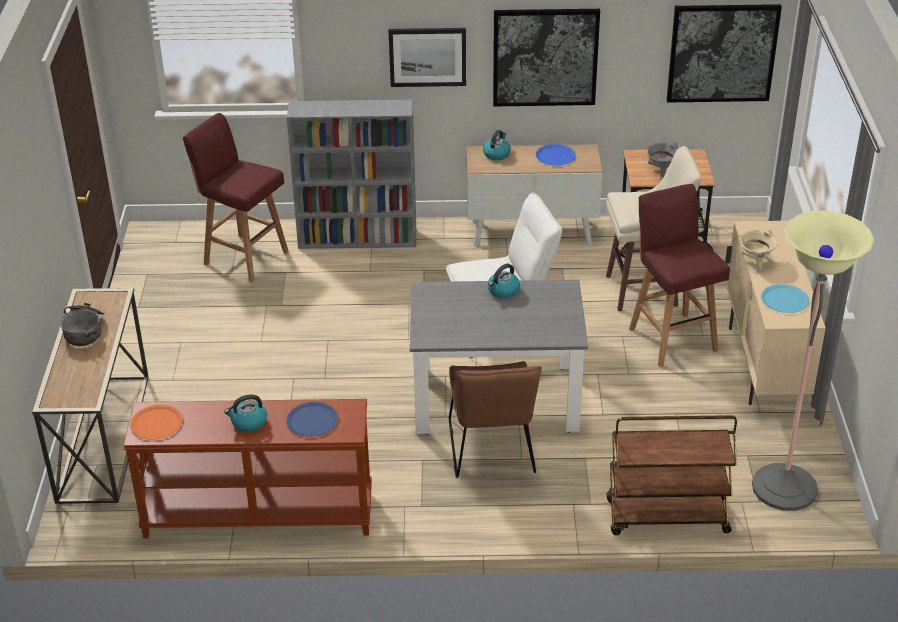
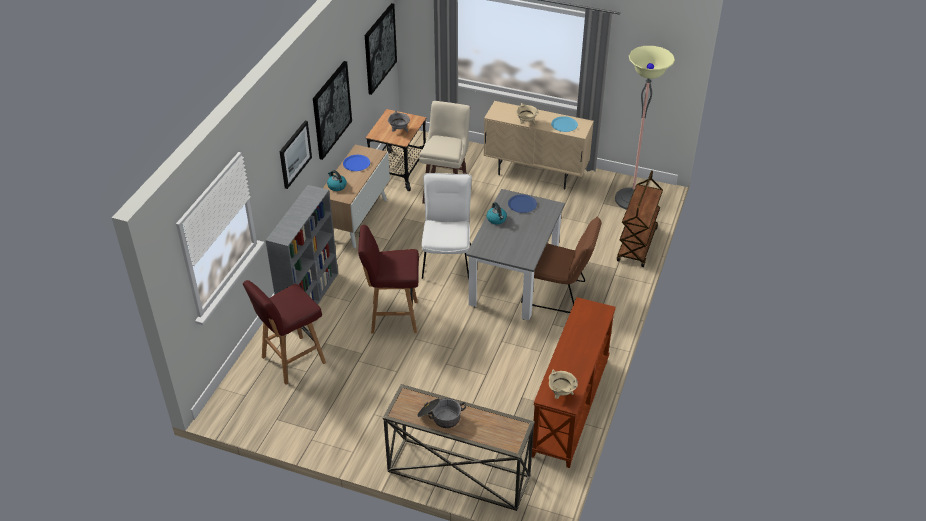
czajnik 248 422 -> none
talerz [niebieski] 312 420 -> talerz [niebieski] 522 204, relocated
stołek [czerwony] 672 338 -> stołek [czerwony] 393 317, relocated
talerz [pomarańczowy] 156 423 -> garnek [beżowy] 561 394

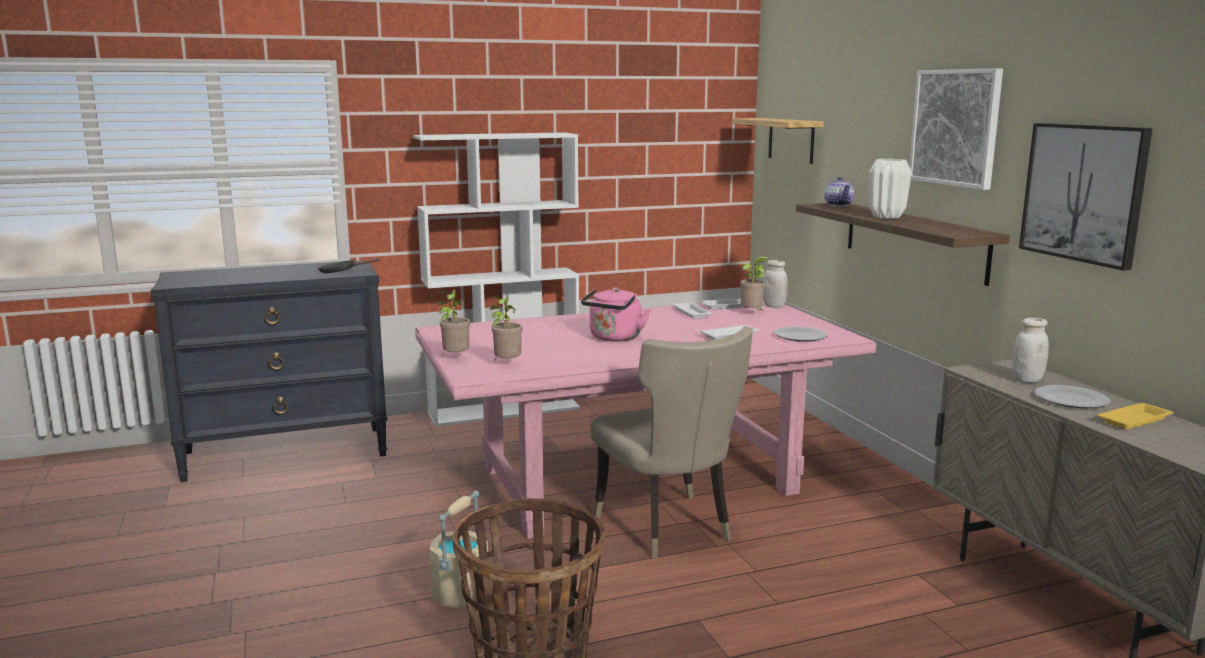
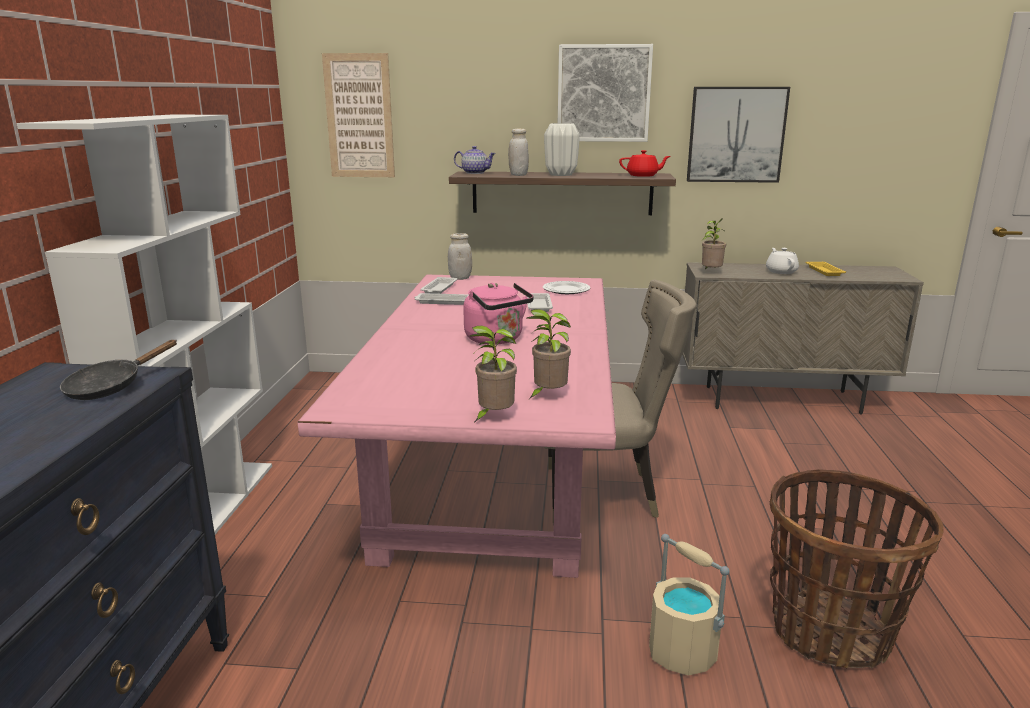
none -> imbryk [czerwony] 643 175
roślina doniczkowa 752 313 -> roślina doniczkowa 711 273, relocated
słoik [biały] 1027 380 -> słoik [biały] 518 175, relocated
półka 791 140 -> obraz 359 116
talerz 1071 399 -> imbryk [biały] 781 271

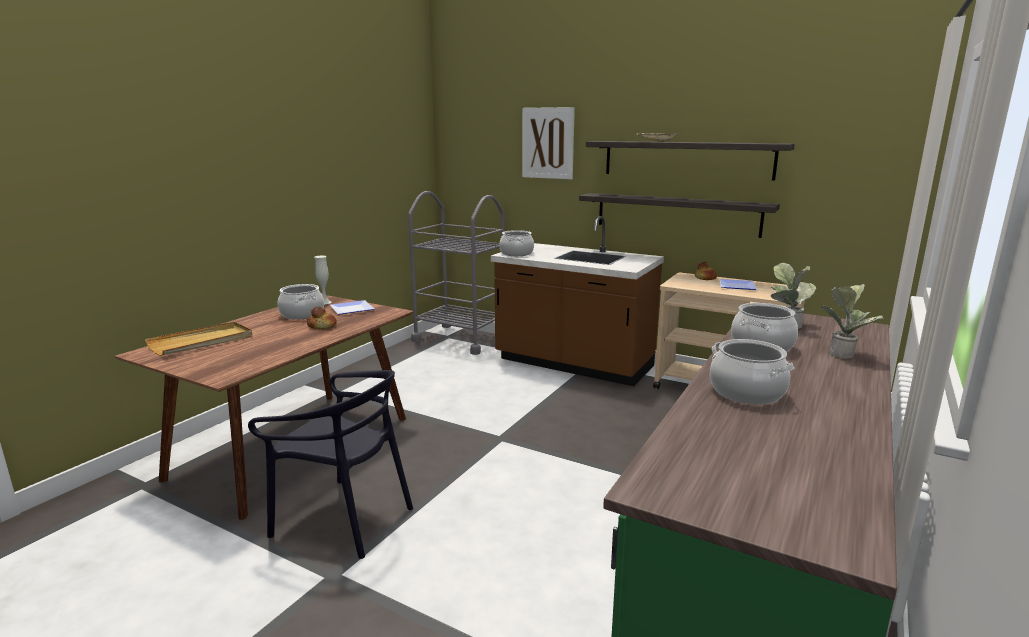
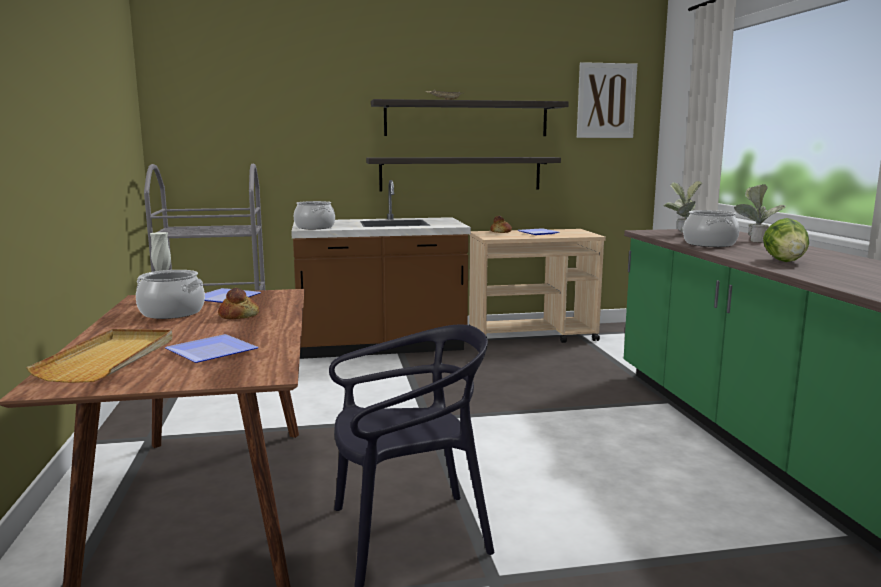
none -> talerz 211 353
obraz 548 143 -> obraz 606 101, relocated
garnek 747 392 -> sałata 784 261

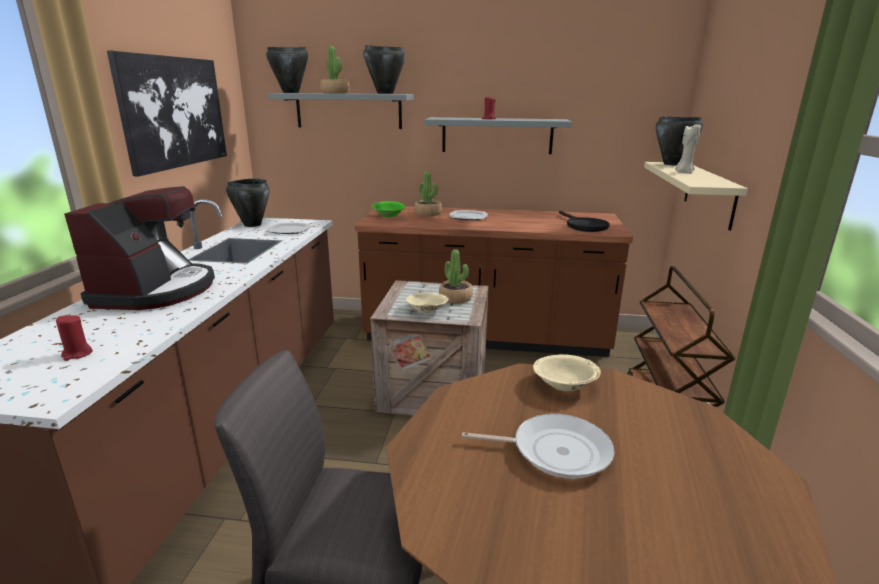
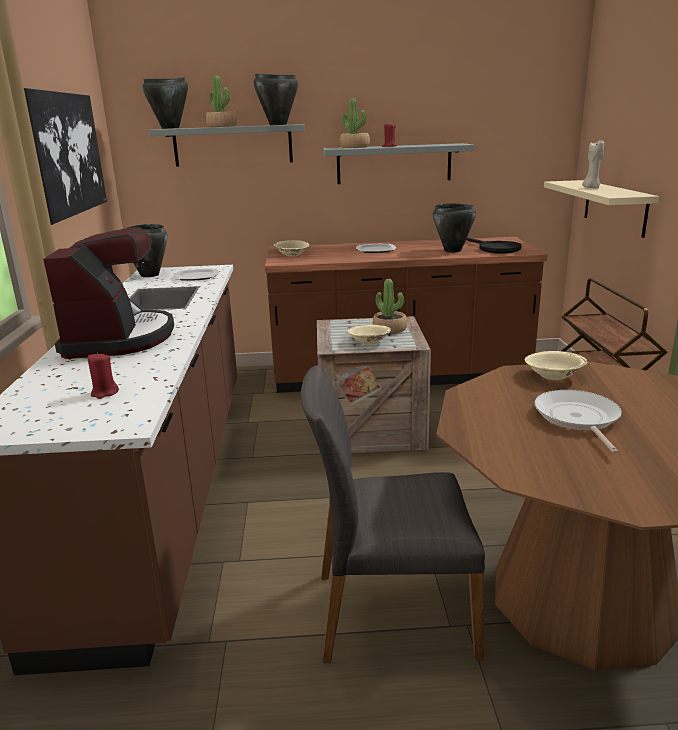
roślina doniczkowa 428 213 -> roślina doniczkowa 354 147, relocated
garnek [czarny] 672 164 -> garnek [czarny] 452 250, relocated
miska [zielony] 388 215 -> miska [beżowy] 292 255
patelnia 555 451 -> patelnia 577 419, 90 degrees counterclockwise

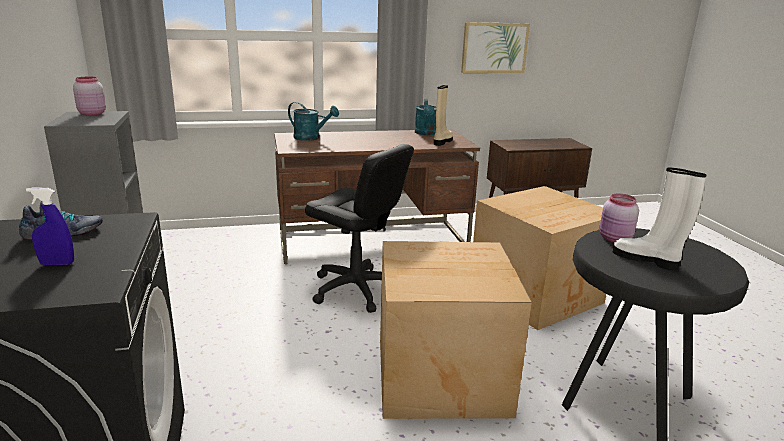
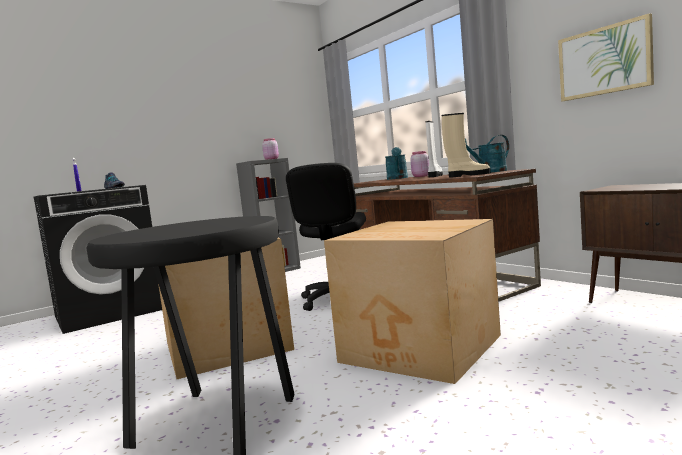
słoik [różowy] 614 239 -> słoik [różowy] 420 176, relocated
but z cholewką [biały] 647 260 -> but z cholewką [biały] 435 176, relocated

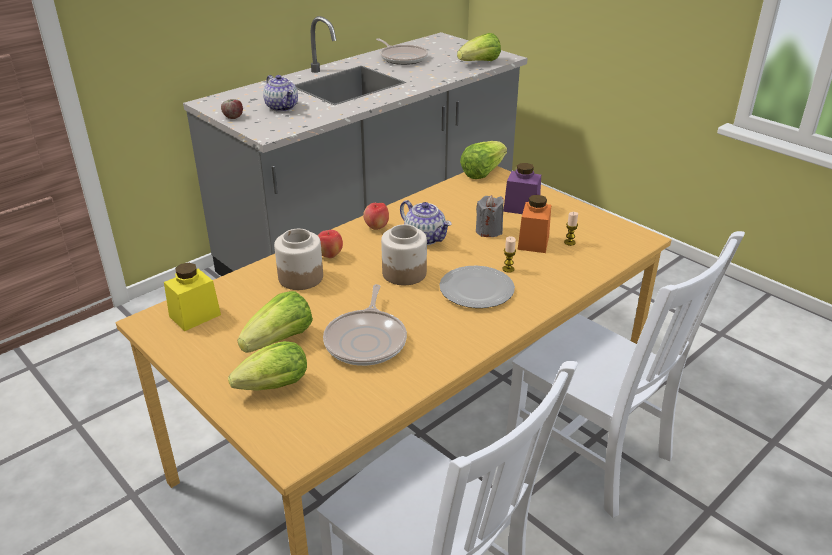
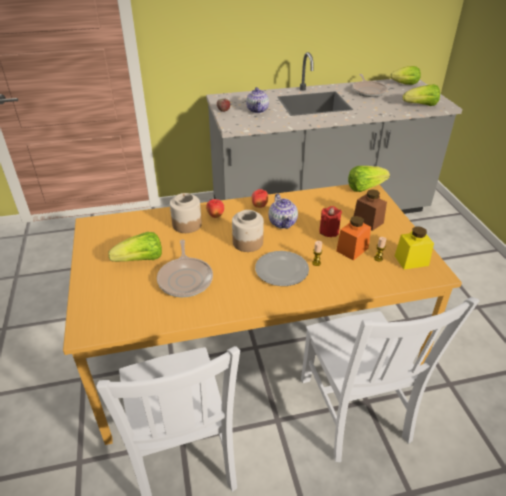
słoik [żółty] 195 315 -> słoik [żółty] 411 260, relocated
sałata 270 388 -> sałata 403 84, relocated
świeca [szary] 489 231 -> świeca [czerwony] 329 231
słoik [fioletowy] 521 208 -> słoik [brązowy] 368 221
patelnia 367 340 -> patelnia 185 278, 45 degrees counterclockwise

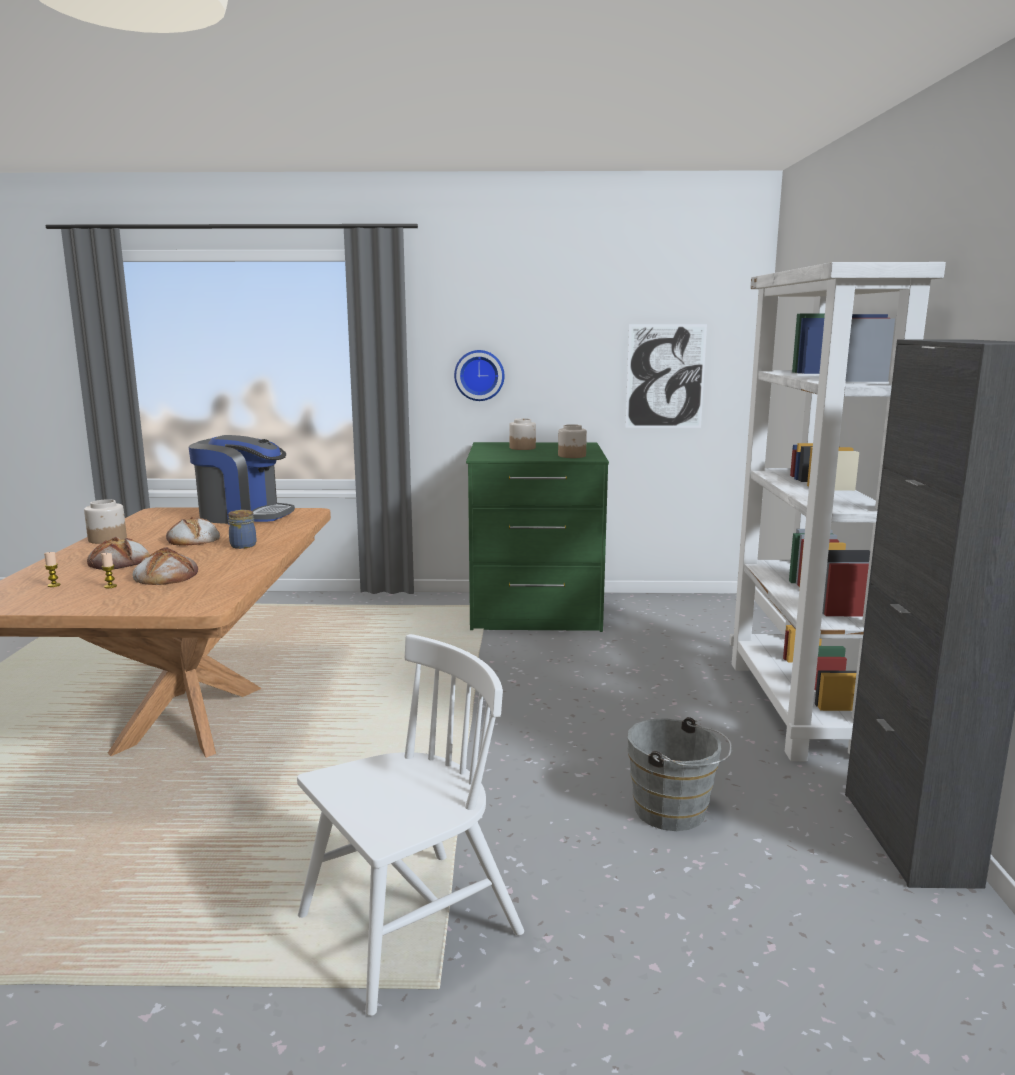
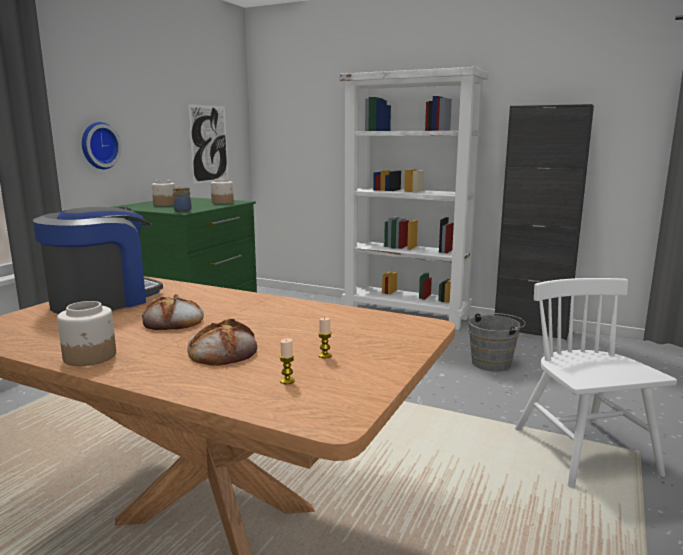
chleb 165 576 -> none
słoik 244 545 -> słoik 182 211, relocated

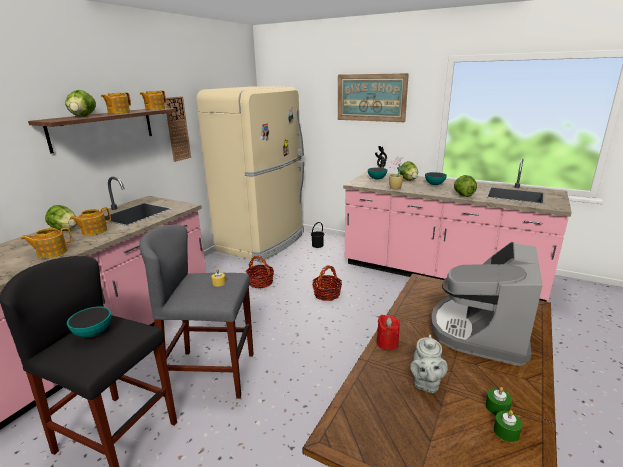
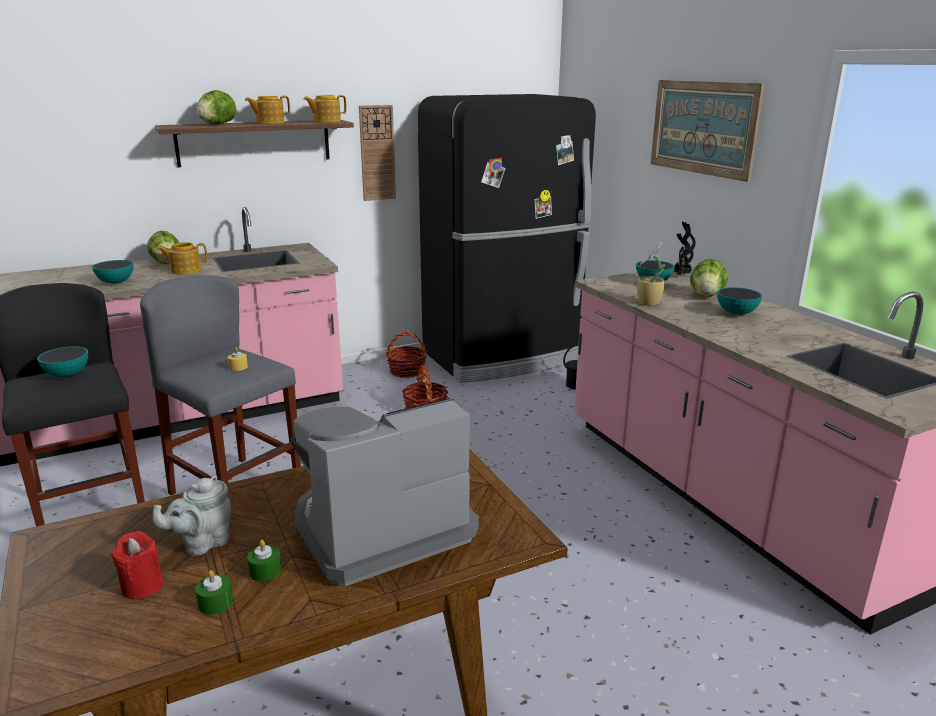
sałata 463 195 -> none
koszyk 327 294 -> koszyk 407 371, relocated
świeca [czerwony] 387 343 -> świeca [czerwony] 142 586, relocated
świeca [zielony] 506 432 -> świeca [zielony] 265 571, relocated
imbryk 52 253 -> miska 116 283
lodówka [beżowy] 263 241 -> lodówka [czarny] 503 356

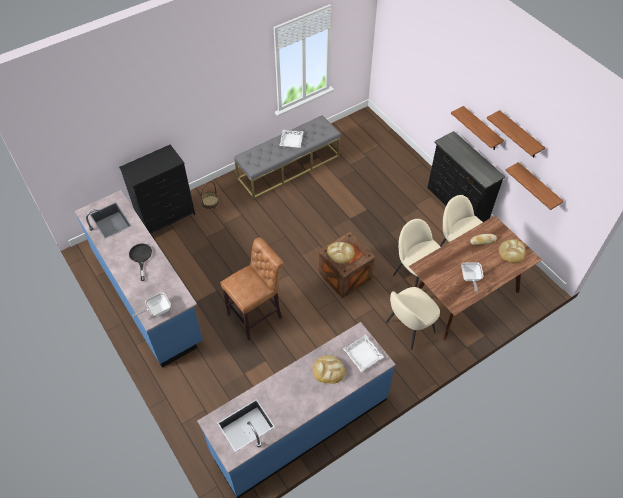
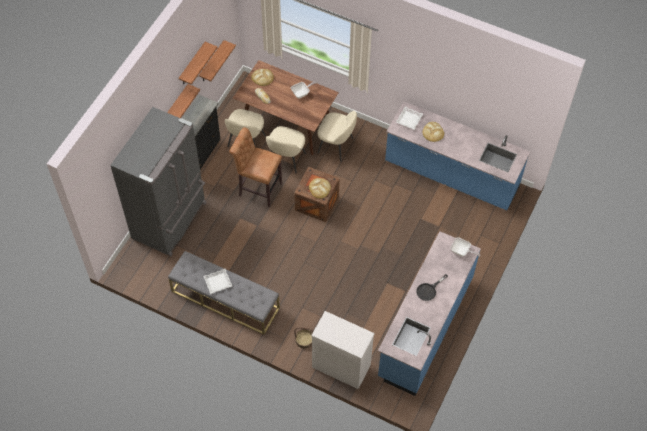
none -> lodówka [szary] 171 221
stołek [brązowy] 257 315 -> stołek [brązowy] 258 188, relocated
komoda [czarny] 166 216 -> komoda [biały] 340 366

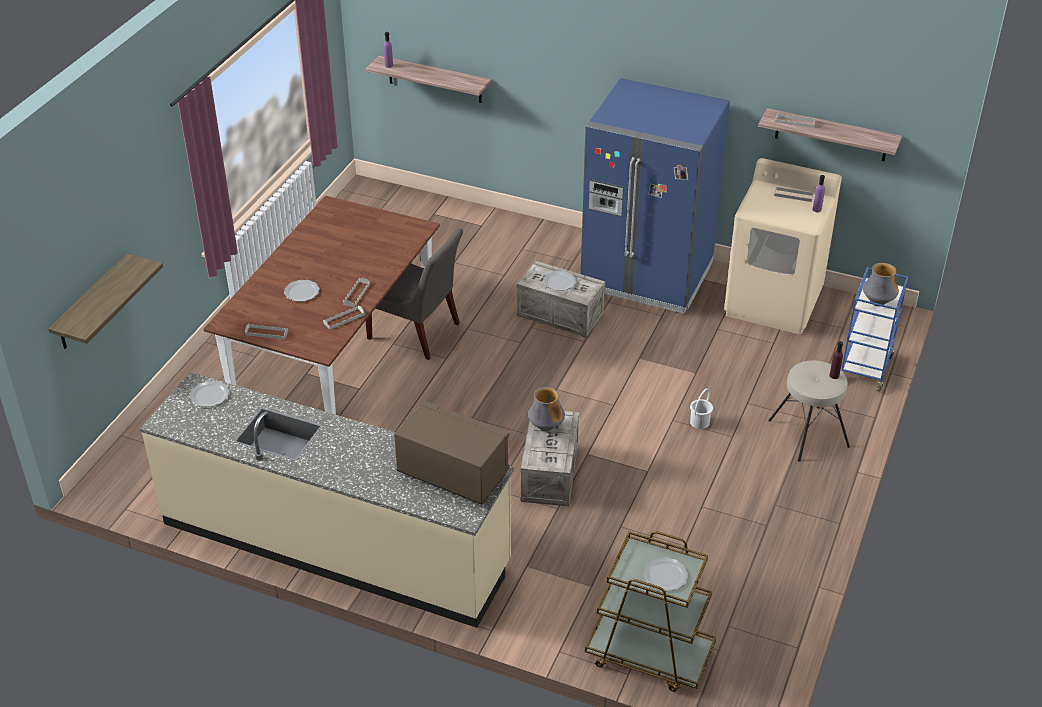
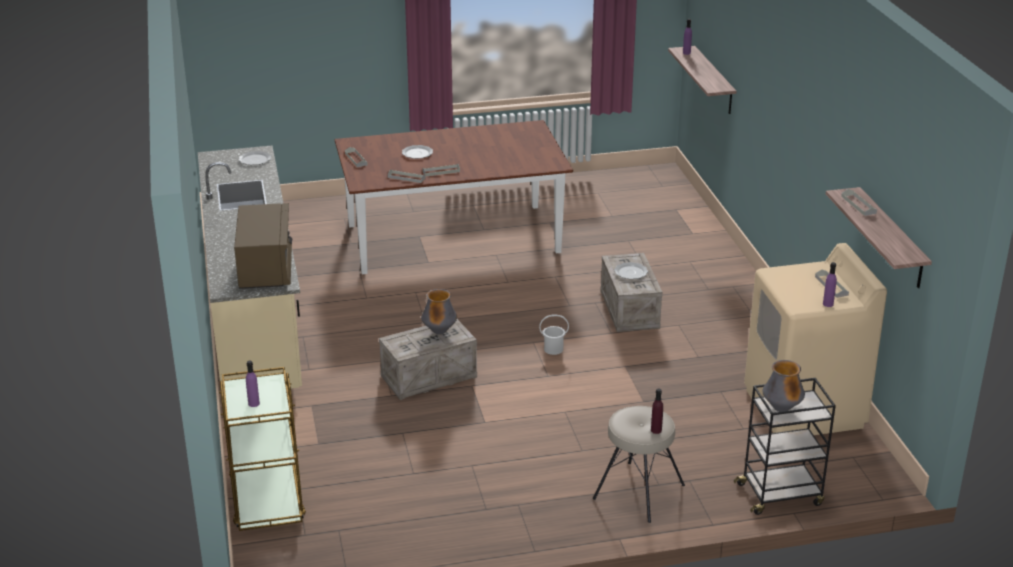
półka 91 303 -> none
krzesło [szary] 417 333 -> none
lodówka [niebieski] 647 276 -> none
wiadro [biały] 700 422 -> wiadro [biały] 553 349, relocated
talerz 665 575 -> butelka [fioletowy] 254 403
wózek [niebieski] 865 367 -> wózek [czarny] 780 494

